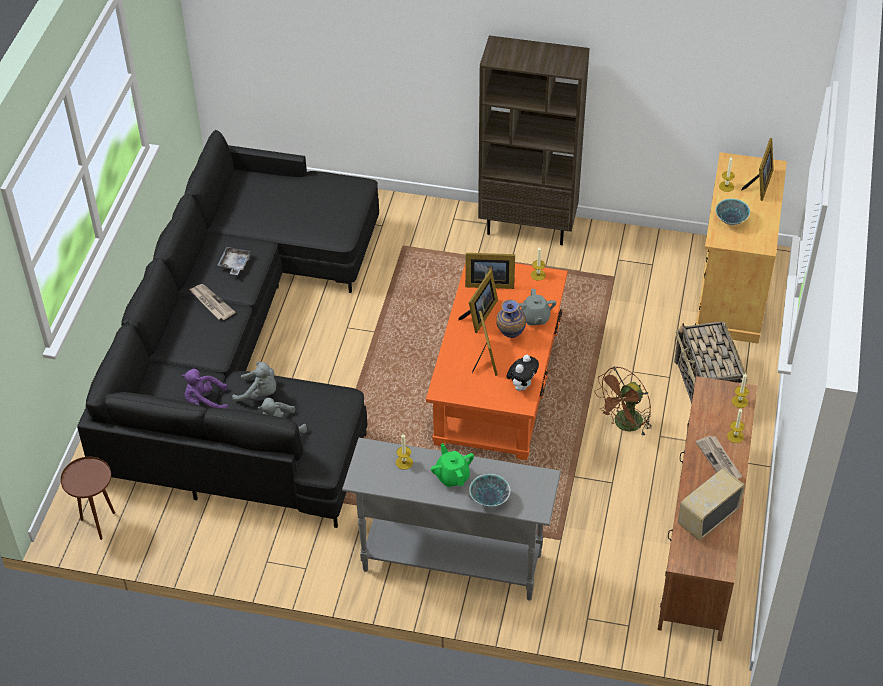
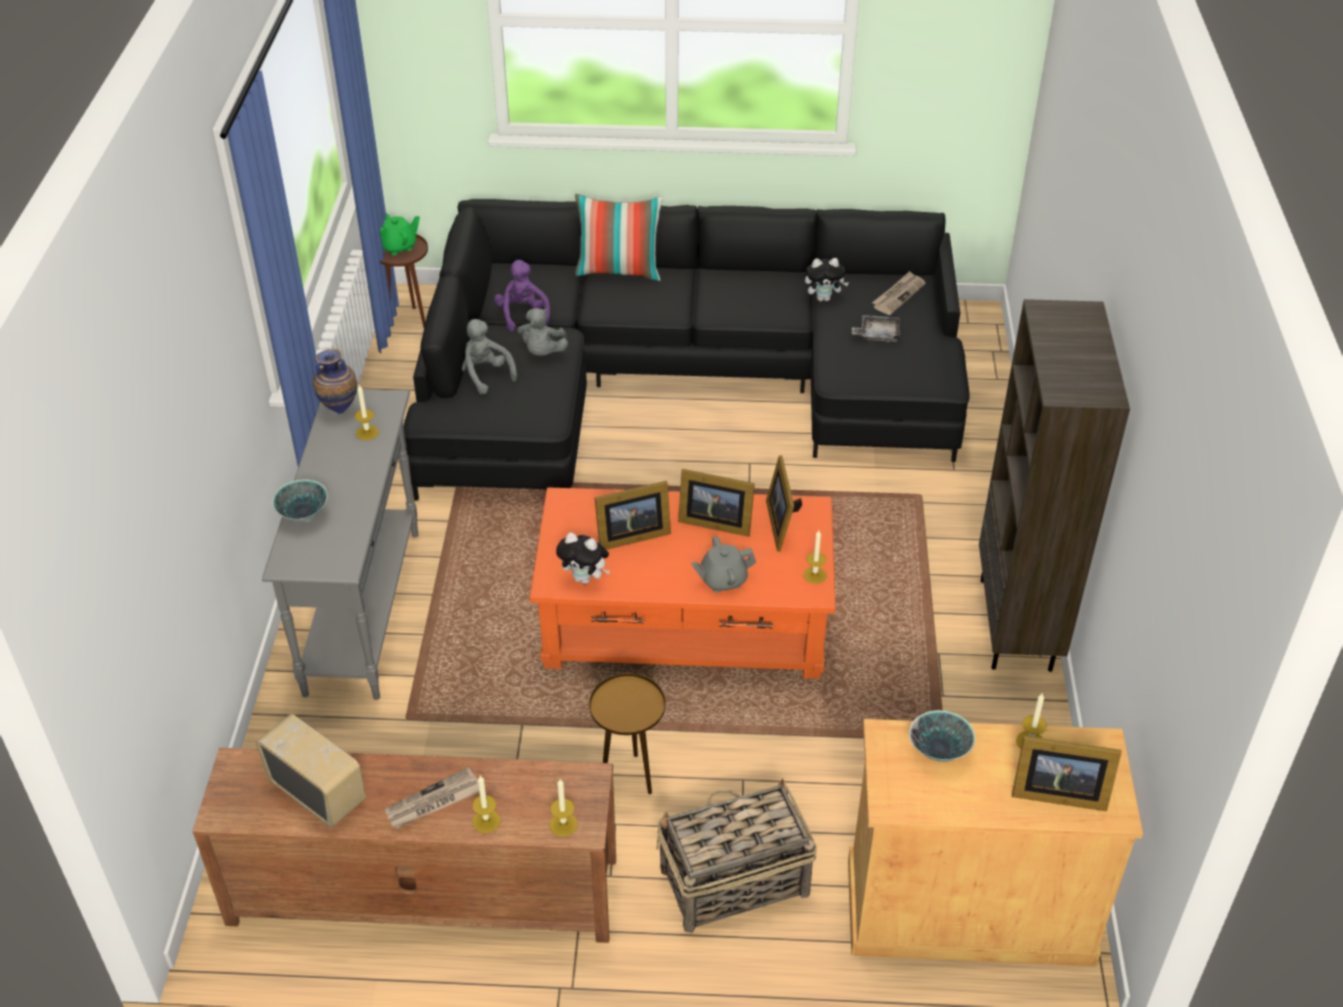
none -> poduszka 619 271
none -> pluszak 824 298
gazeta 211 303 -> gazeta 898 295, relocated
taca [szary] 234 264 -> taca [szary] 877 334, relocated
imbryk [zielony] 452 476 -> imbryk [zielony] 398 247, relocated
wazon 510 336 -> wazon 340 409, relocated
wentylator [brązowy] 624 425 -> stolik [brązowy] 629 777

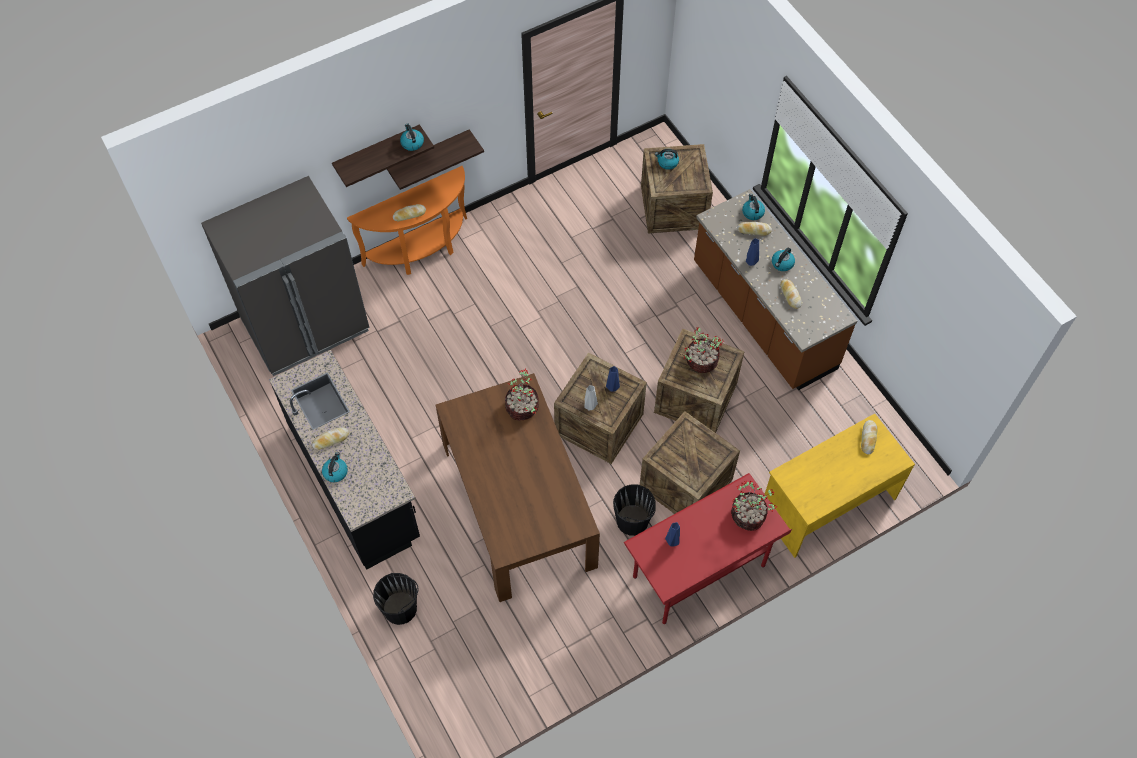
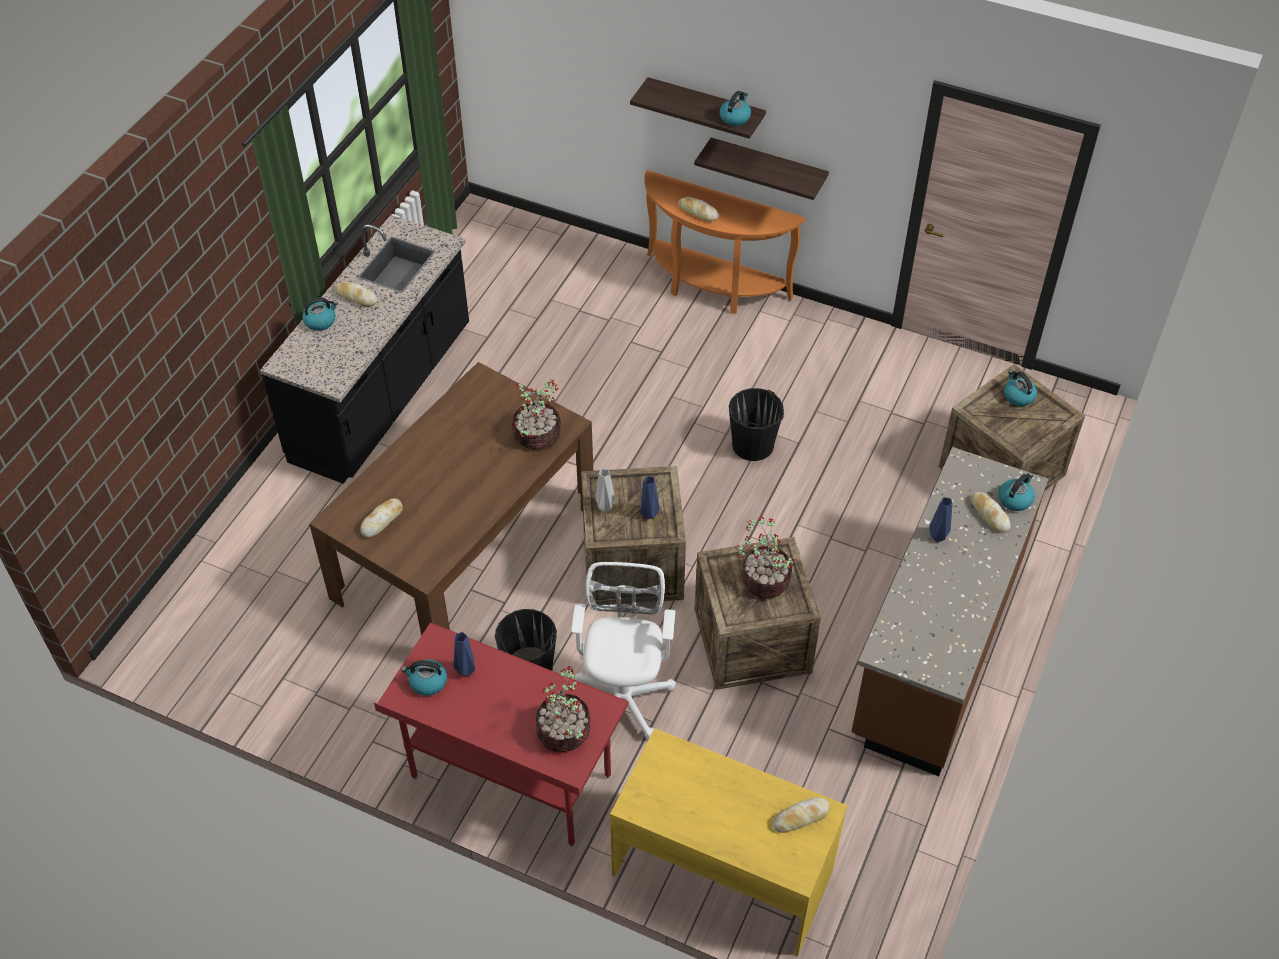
lodówka [szary] 306 326 -> none
wiadro [czarny] 400 608 -> wiadro [czarny] 753 445, relocated
czajnik 782 264 -> czajnik 427 682, relocated
chleb 790 295 -> chleb 382 520, relocated
skrzynka 685 483 -> krzesło biurowe [biały] 623 695

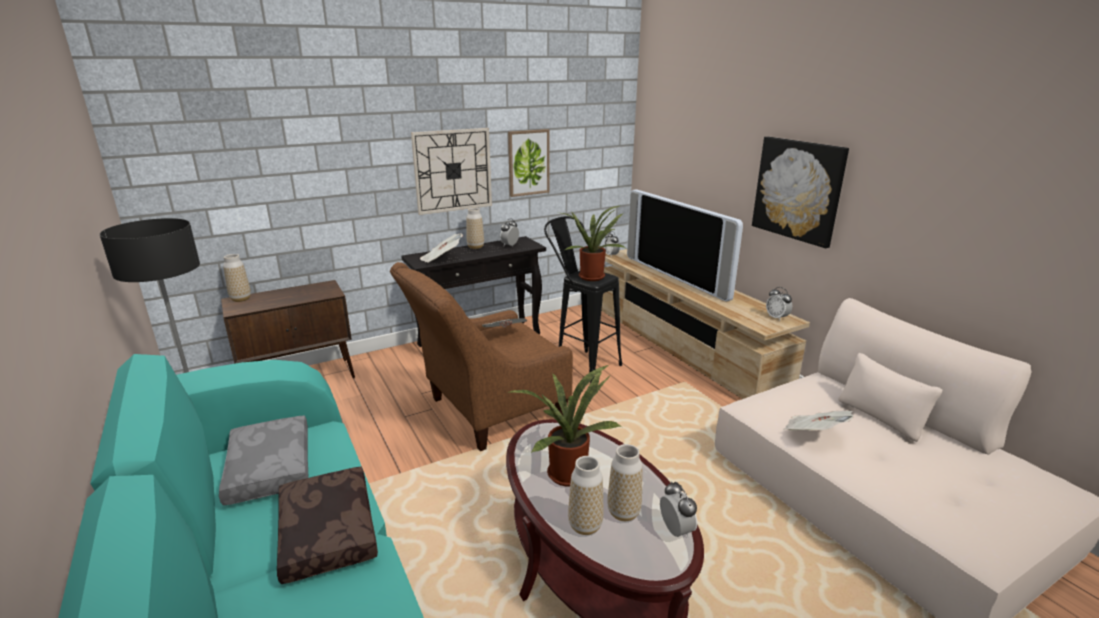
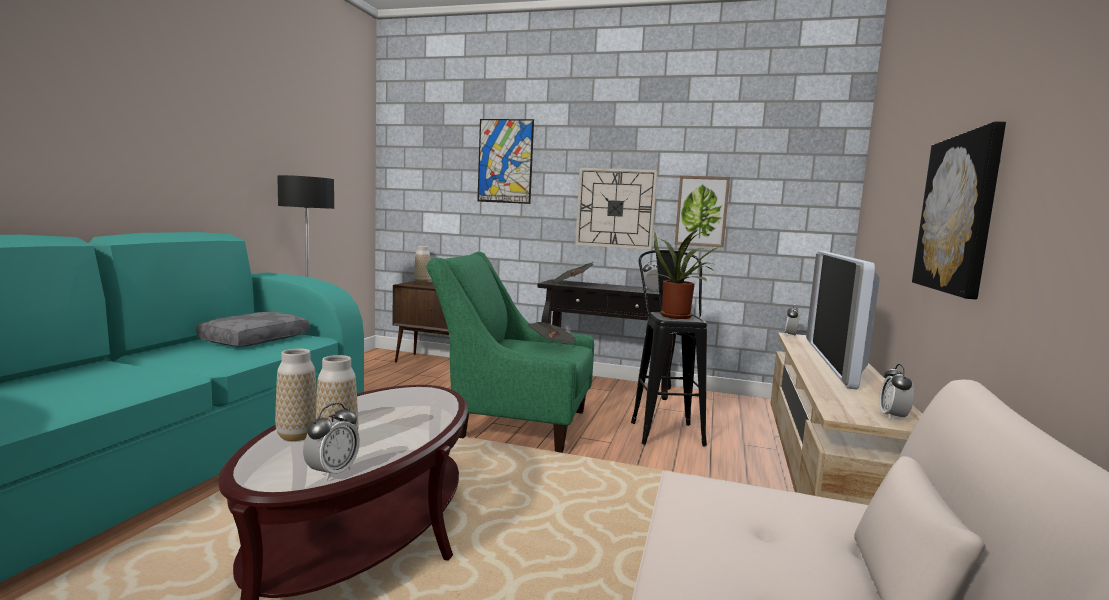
poduszka [brązowy] 325 532 -> none
wazon 475 247 -> none
roślina doniczkowa 567 471 -> none
gazeta 813 434 -> none
none -> obraz 505 161
fotel [brązowy] 487 412 -> fotel [zielony] 513 422

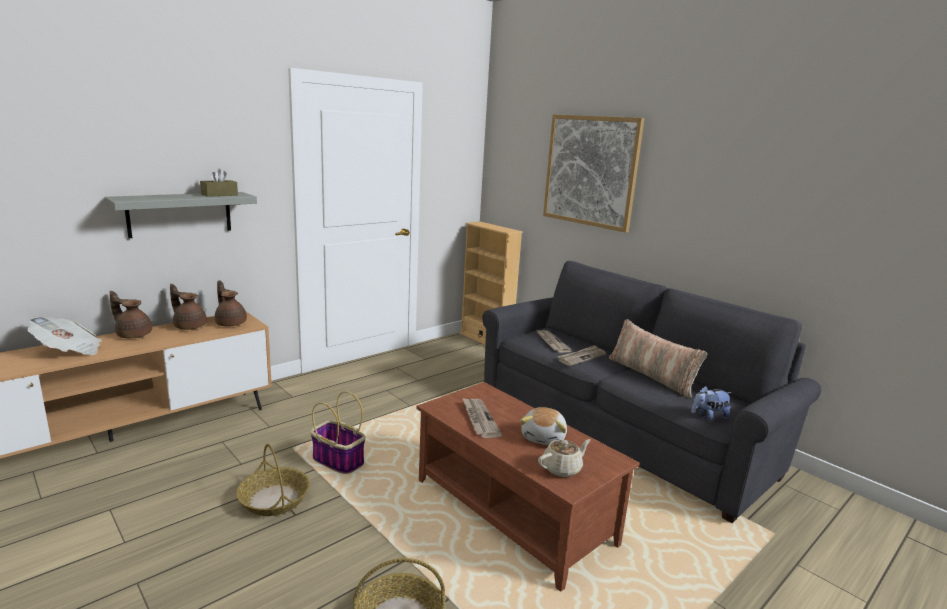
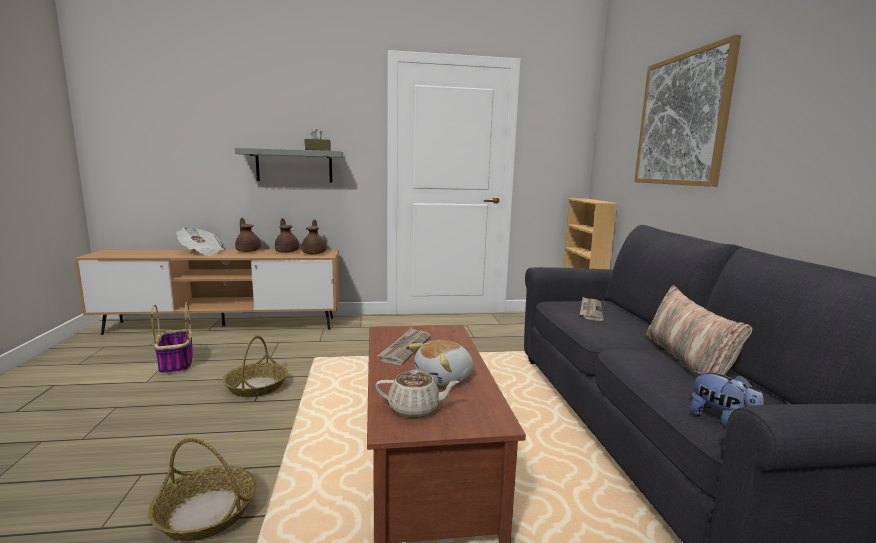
gazeta 581 357 -> none
koszyk 337 461 -> koszyk 176 364, relocated
pluszak 708 416 -> pluszak 721 420, 150 degrees counterclockwise

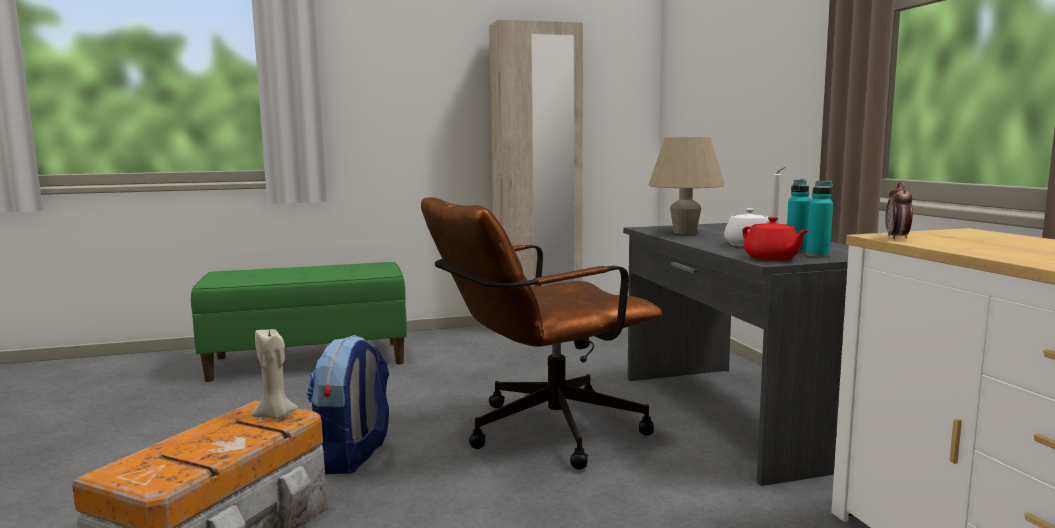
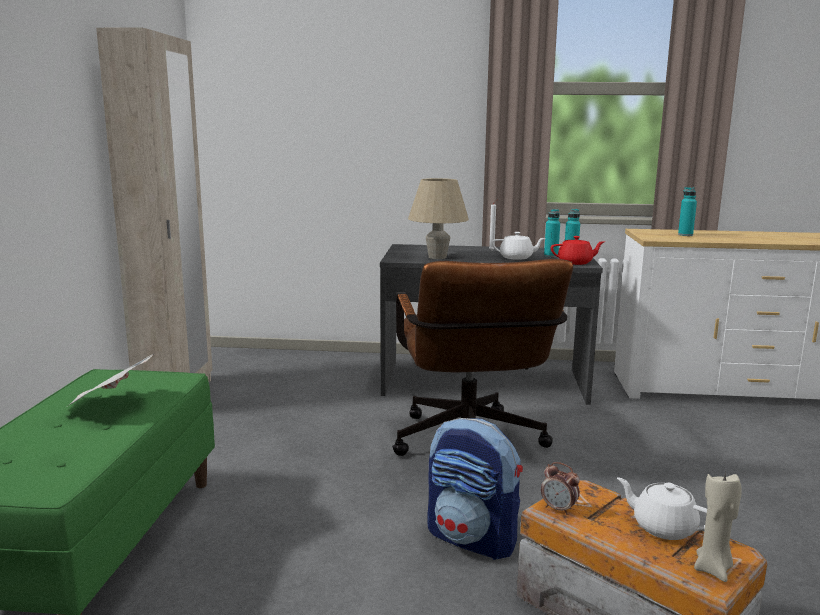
none -> gazeta 110 405
none -> imbryk [biały] 663 527
none -> butelka [turkusowy] 685 235
świeca [beżowy] 276 416 -> świeca [beżowy] 713 569, relocated
budzik 897 237 -> budzik 559 509, relocated

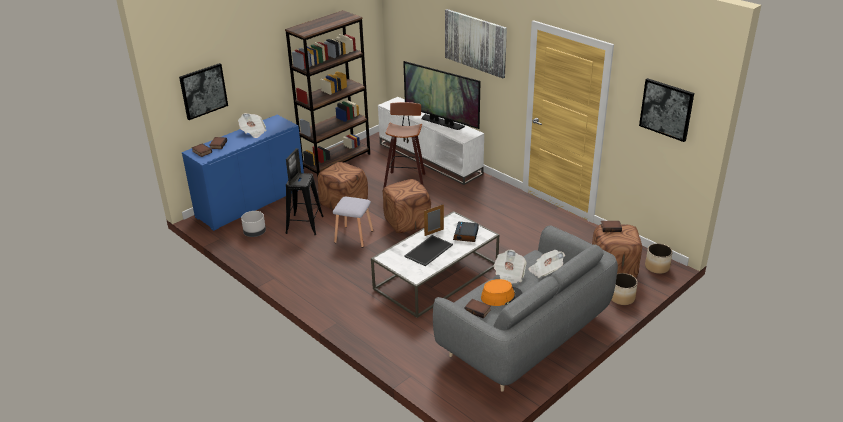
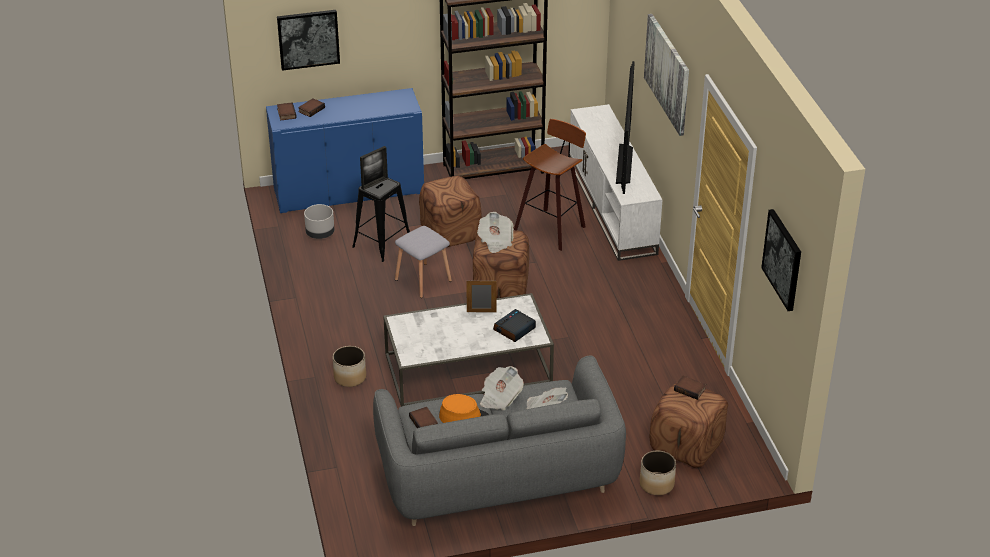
taca 428 250 -> none
gazeta 253 132 -> gazeta 495 241, relocated
donica 657 267 -> donica 349 377, relocated
telewizor 442 122 -> telewizor 624 164, 150 degrees counterclockwise

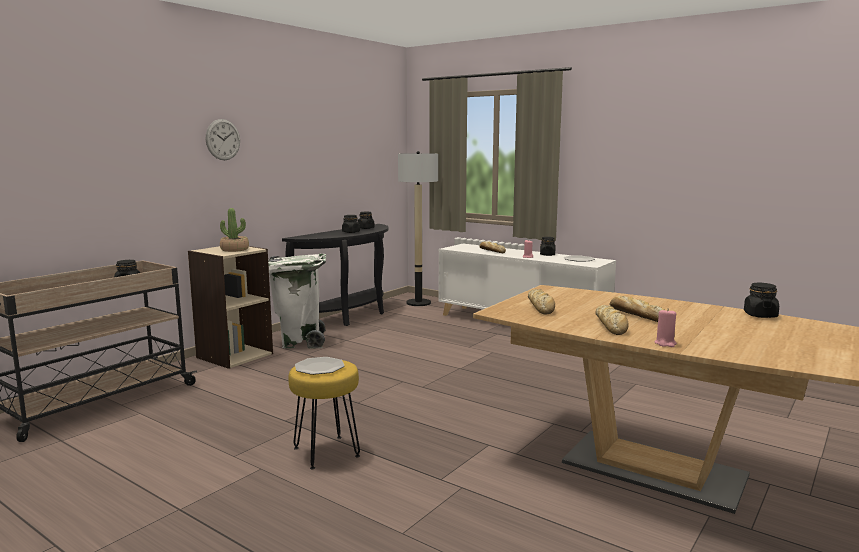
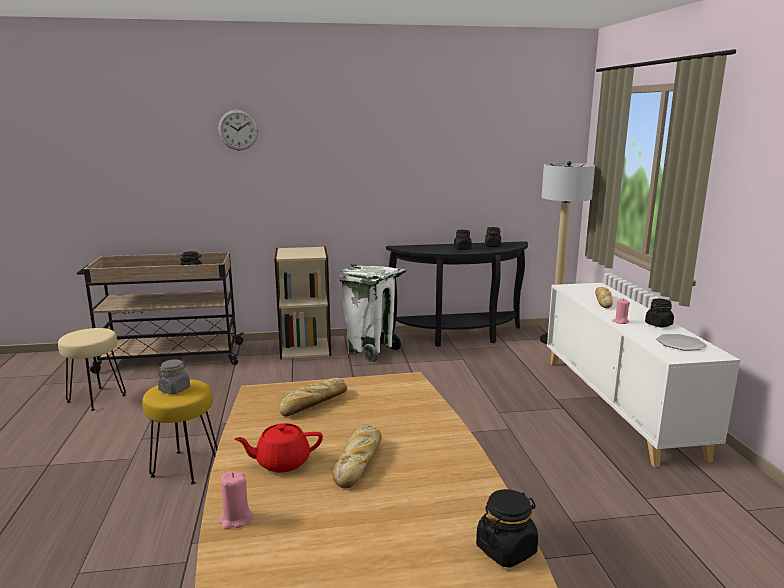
roślina doniczkowa 234 249 -> none
none -> stołek [beżowy] 96 398
zegar ścienny 223 139 -> zegar ścienny 238 130, relocated
talerz 319 367 -> słoik [szary] 174 389
chleb 611 326 -> imbryk [czerwony] 281 462

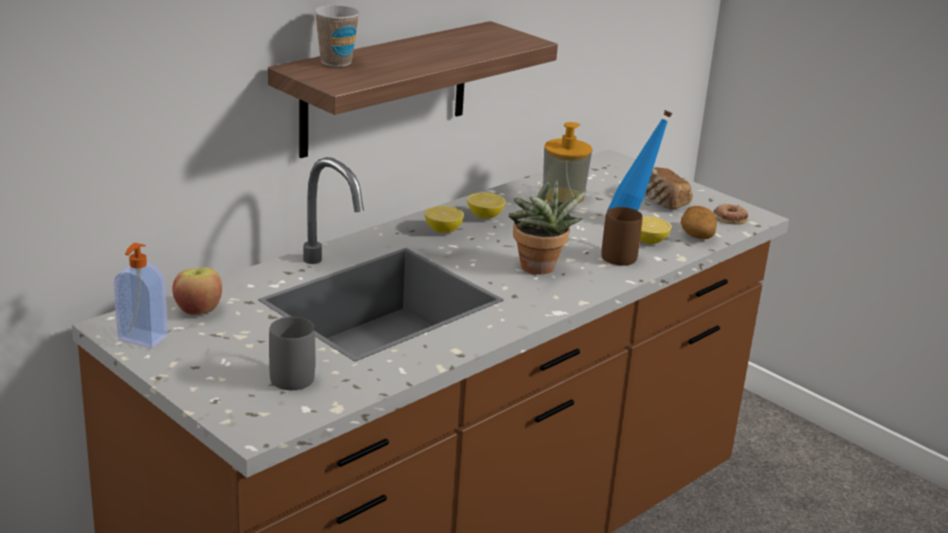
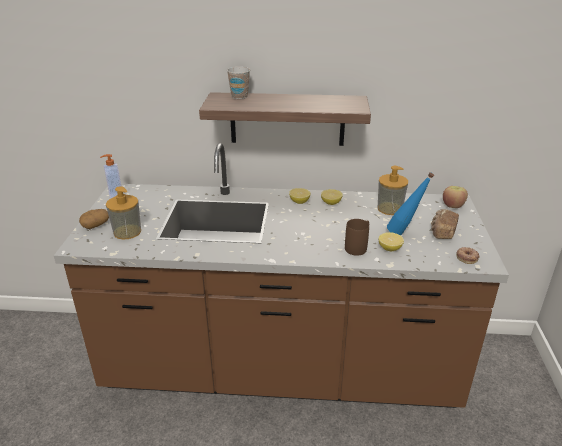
roślina doniczkowa 539 269 -> none
jabłko 198 310 -> jabłko 453 205, relocated
ziemniak 696 234 -> ziemniak 96 225, relocated
kubek [szary] 289 373 -> dozownik mydła 127 232

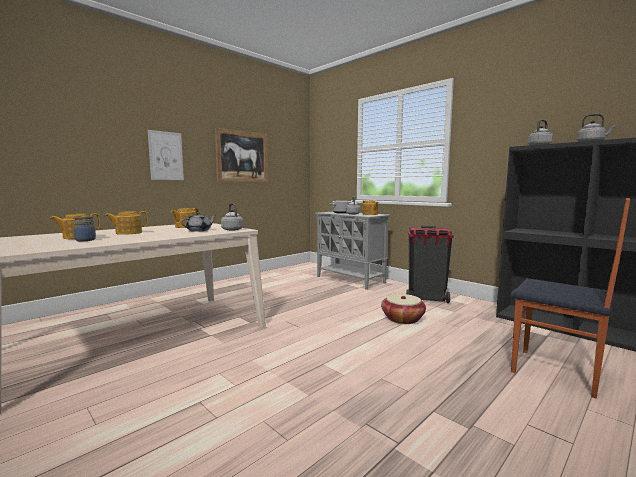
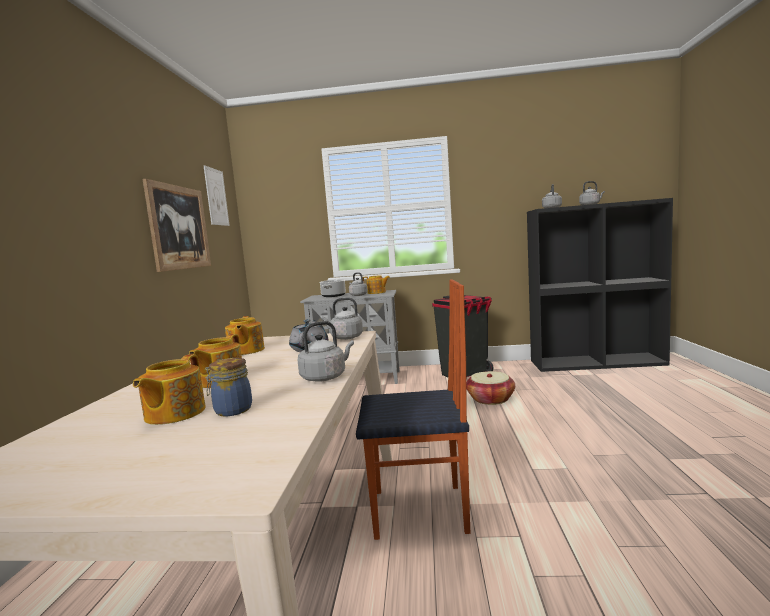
none -> czajnik [szary] 325 377
obraz 166 156 -> obraz 216 197, relocated
krzesło 556 373 -> krzesło 420 512, relocated

